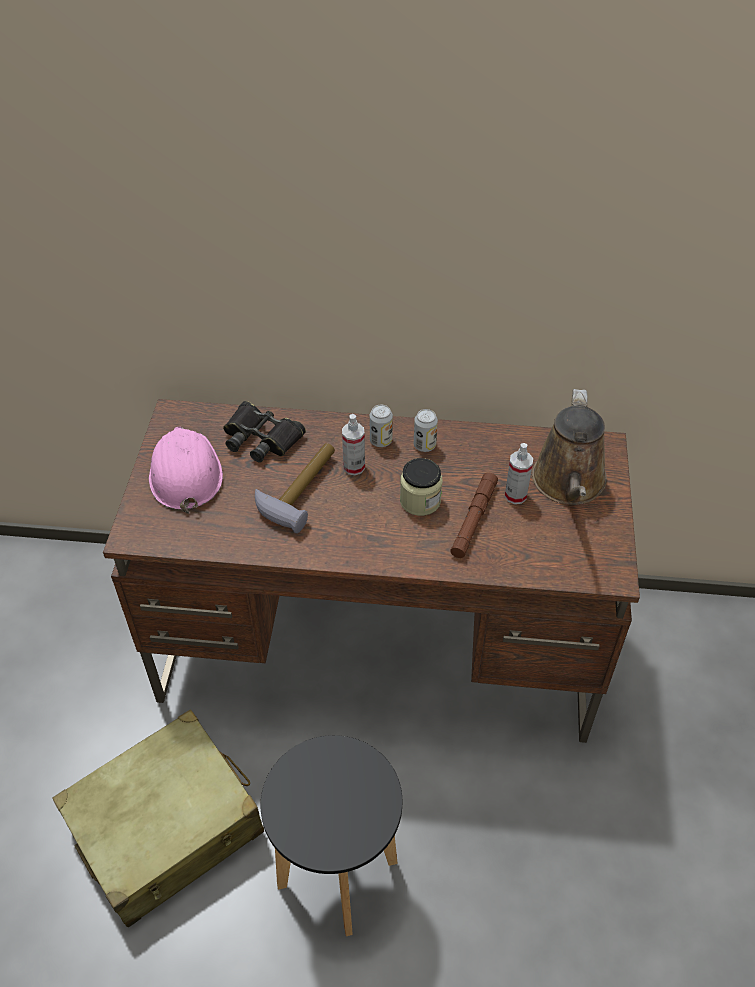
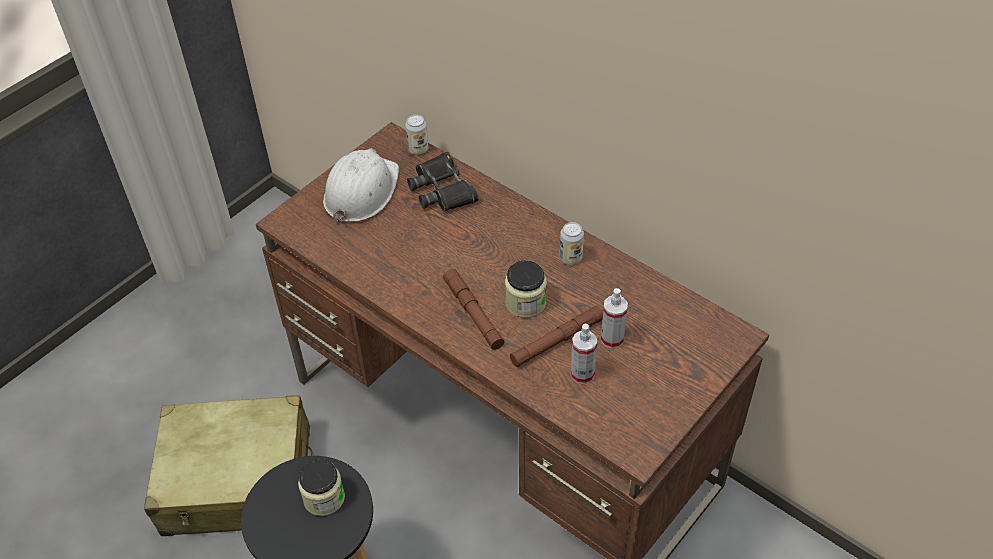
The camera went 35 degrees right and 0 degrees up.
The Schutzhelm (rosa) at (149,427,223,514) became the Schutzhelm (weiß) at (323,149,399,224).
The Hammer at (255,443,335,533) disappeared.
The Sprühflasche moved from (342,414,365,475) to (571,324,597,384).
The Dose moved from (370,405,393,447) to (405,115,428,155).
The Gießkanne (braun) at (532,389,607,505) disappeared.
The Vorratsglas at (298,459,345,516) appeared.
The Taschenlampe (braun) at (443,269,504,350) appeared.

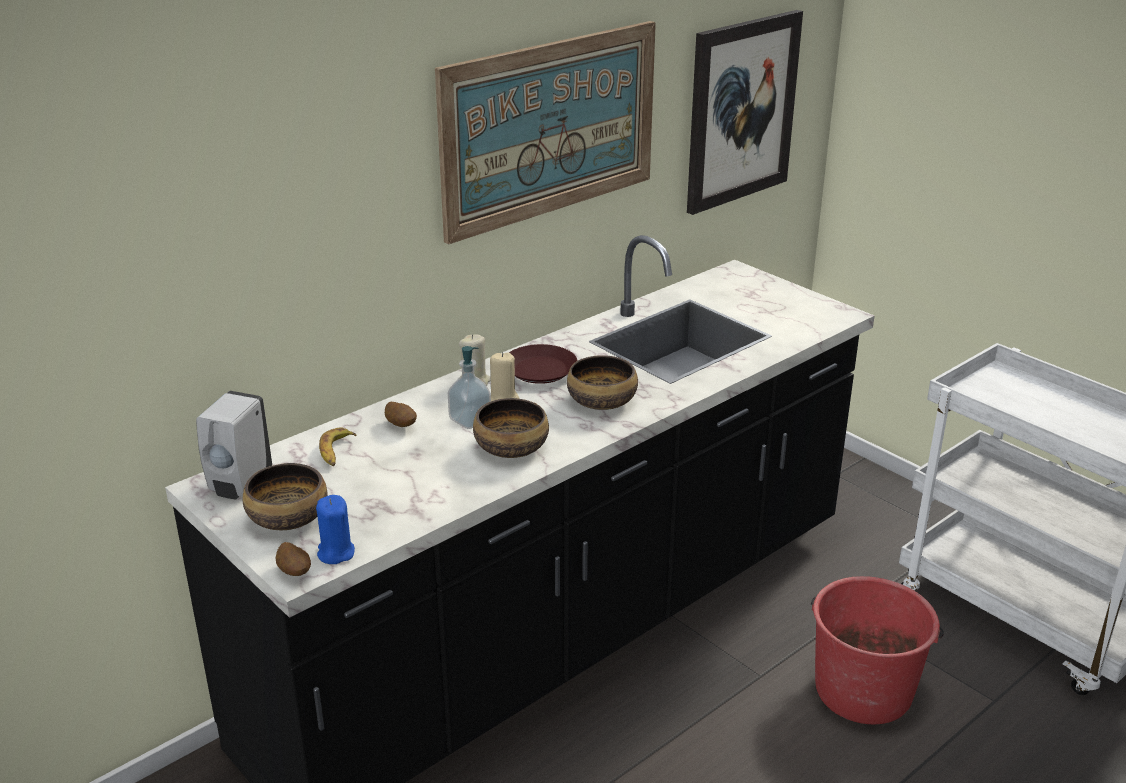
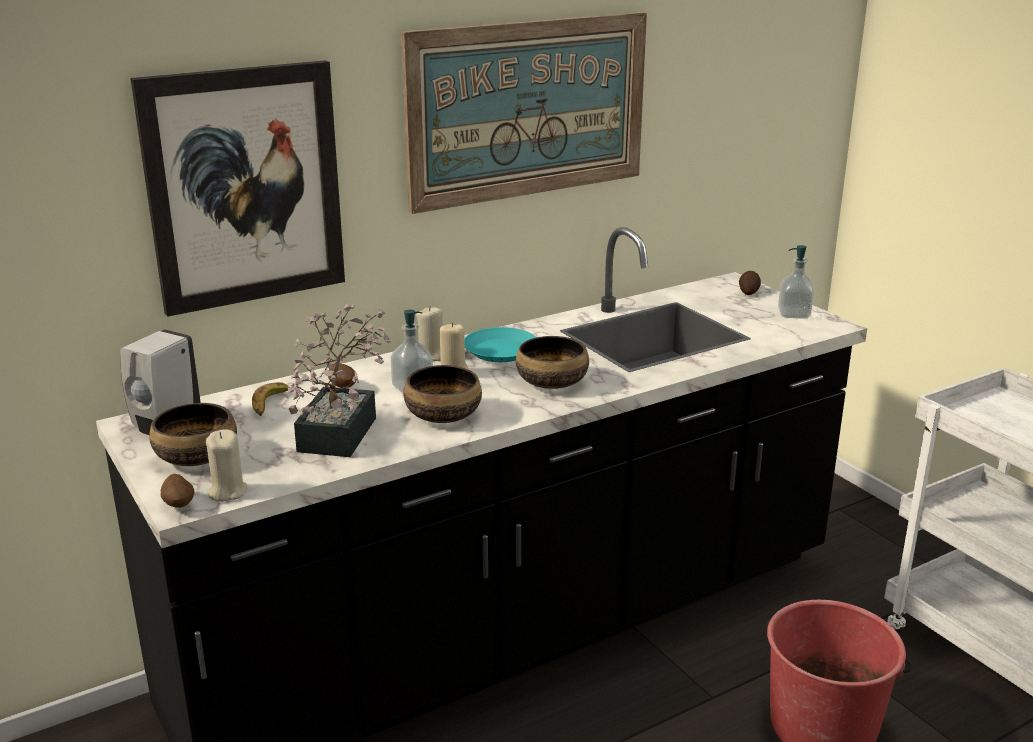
The camera went 10 degrees right and 5 degrees down.
The Kerze (blau) at (316,495,355,564) became the Kerze (beige) at (206,429,247,502).
The Teller (braun) at (509,344,578,384) became the Teller (türkis) at (465,327,536,362).
The Bild moved from (687,10,803,215) to (130,60,345,317).
The Topfpflanze at (288,303,390,457) appeared.
The Kartoffel at (739,271,761,295) appeared.
The Seifenspender at (778,245,814,319) appeared.

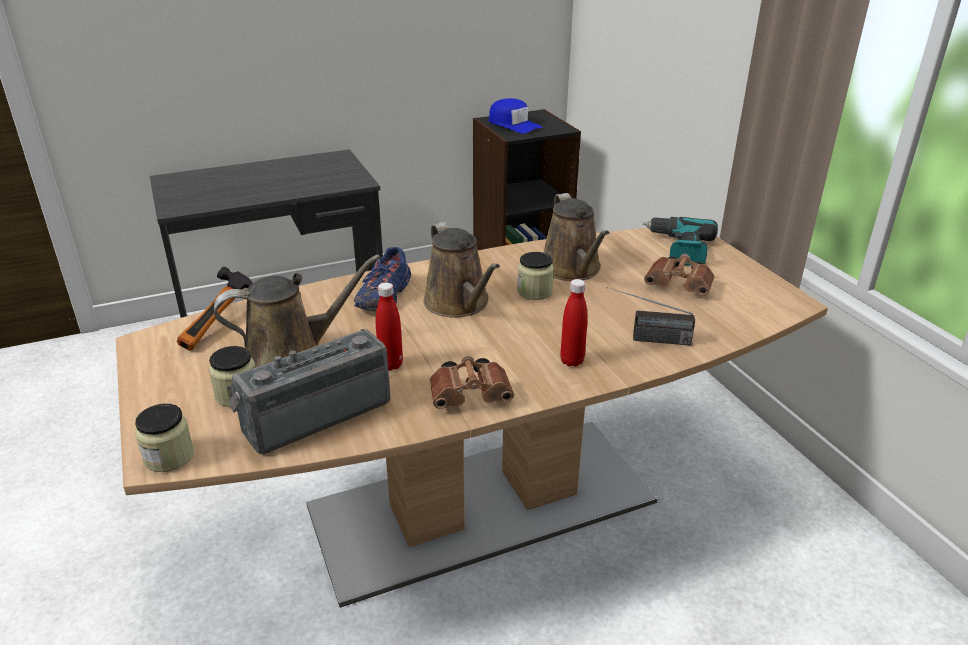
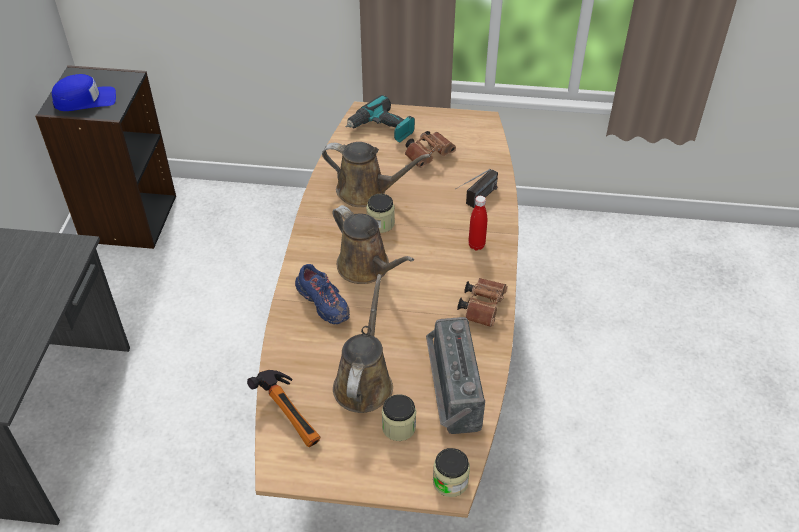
The camera went 60 degrees left and 15 degrees up.
The Flasche (rot) at (376,283,403,371) disappeared.
The Gießkanne (braun) at (423,222,500,317) turned 45 degrees clockwise.

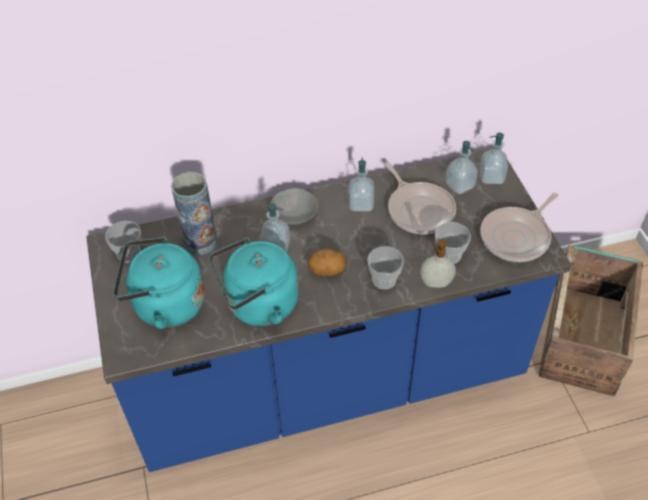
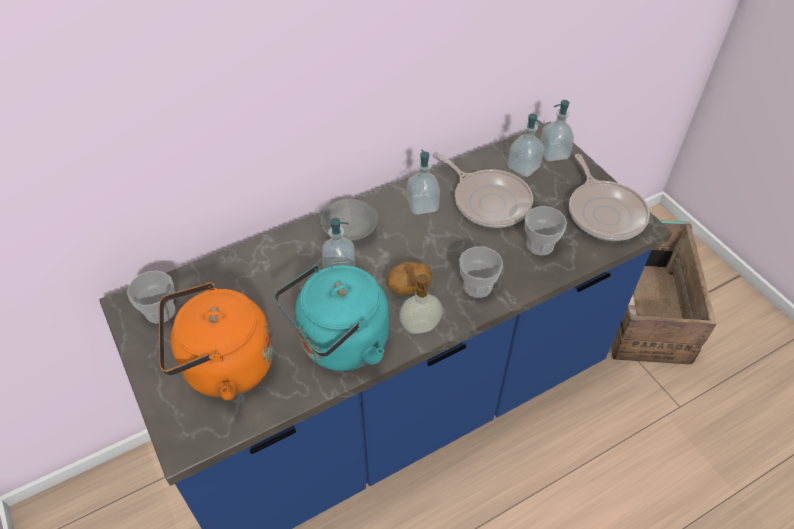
The camera went 15 degrees left and 0 degrees up.
The Wasserkessel (türkis) at (113,237,205,329) became the Wasserkessel (orange) at (159,282,273,400).
The Vase at (171,172,217,255) disappeared.
The Seifenspender moved from (420,239,456,288) to (399,274,443,334).
The Pfanne at (480,193,558,262) turned 45 degrees counterclockwise.

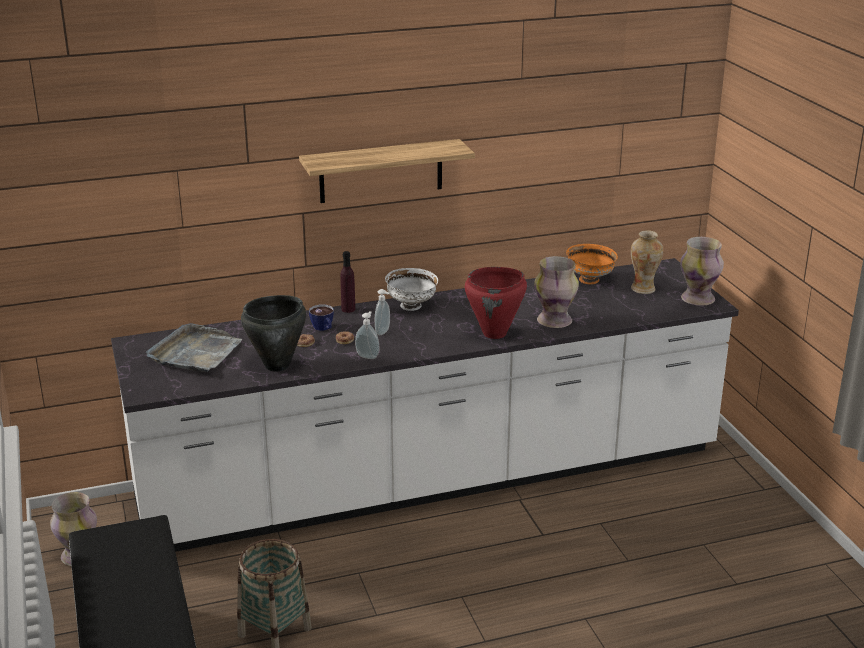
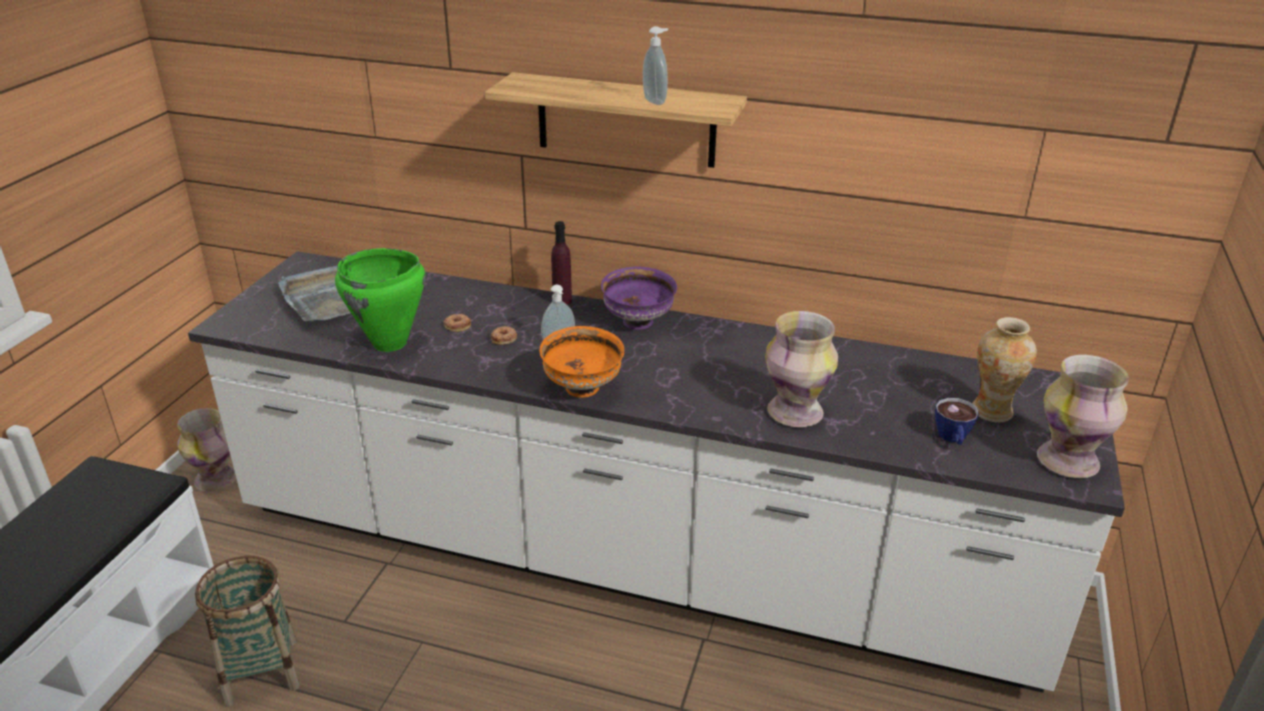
The camera went 35 degrees right and 5 degrees up.
The Kochtopf (schwarz) at (241,295,306,371) became the Kochtopf (grün) at (335,248,425,352).
The Tasse moved from (309,305,334,331) to (935,398,979,445).
The Seifenspender moved from (355,311,379,359) to (643,26,668,105).
The Schüssel (weiß) at (385,268,438,311) became the Schüssel (lila) at (601,267,677,330).
The Kochtopf (rot) at (465,267,527,339) disappeared.
The Schüssel (orange) moved from (566,244,618,284) to (540,326,624,398).

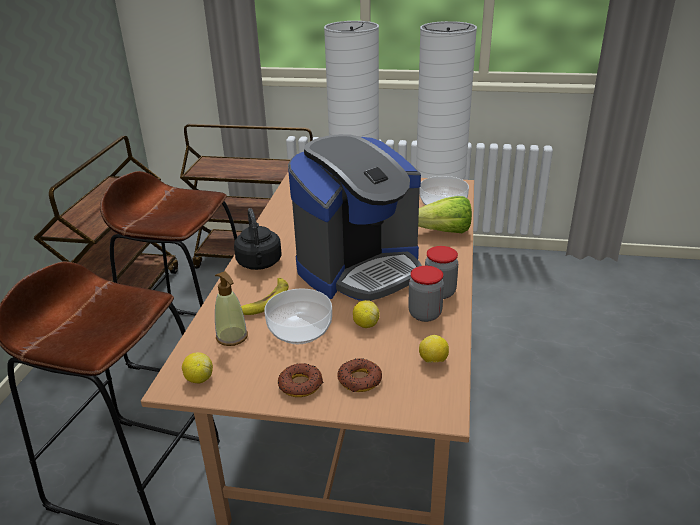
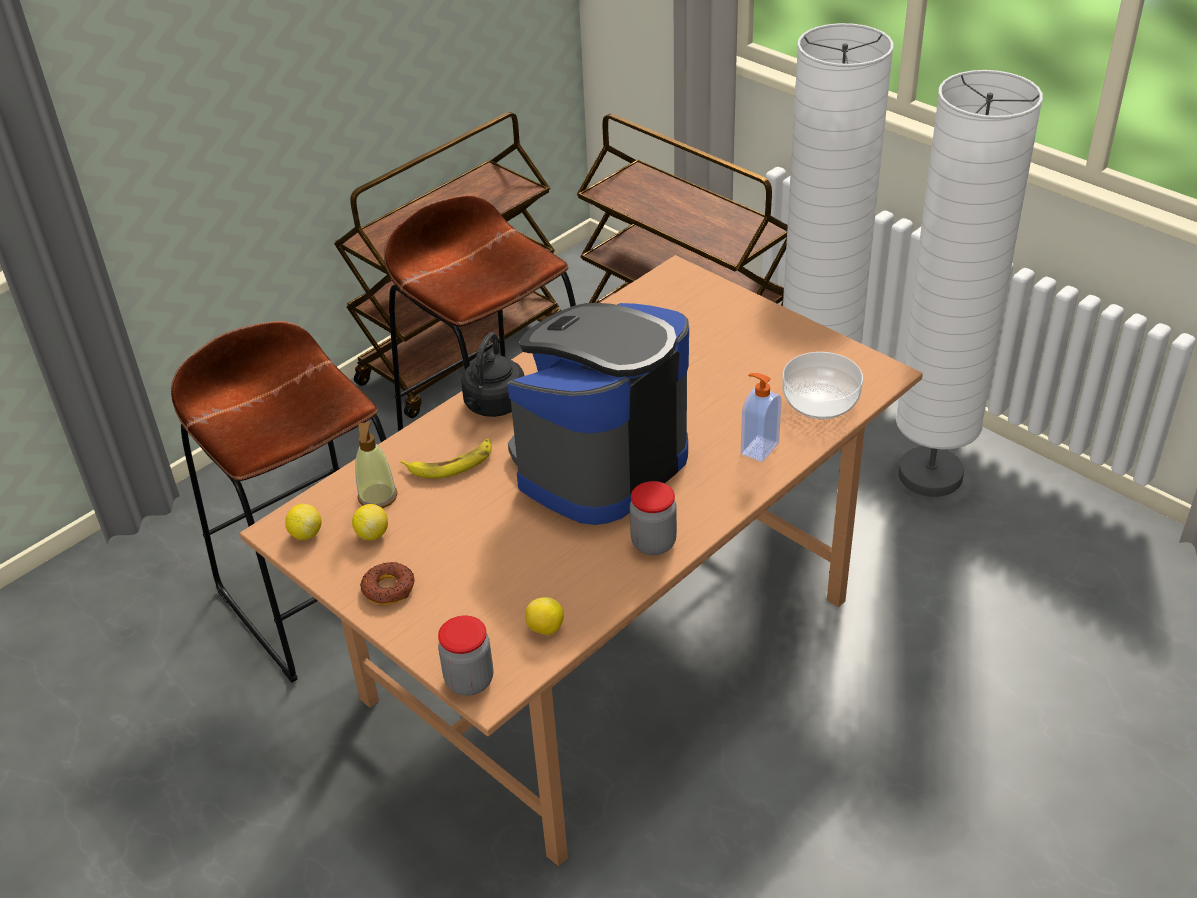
The camera went 35 degrees right and 10 degrees up.
The Schüssel at (264,288,332,344) disappeared.
The Kaffeemaschine at (288,134,422,301) turned 135 degrees clockwise.
The Donut at (337,358,382,392) disappeared.
The Zitrone moved from (353,300,380,328) to (352,504,388,540).
The Vorratsglas moved from (408,266,444,322) to (438,615,493,696).
The Salatkopf at (418,196,472,233) was replaced by the Seifenspender at (741,373,782,462).

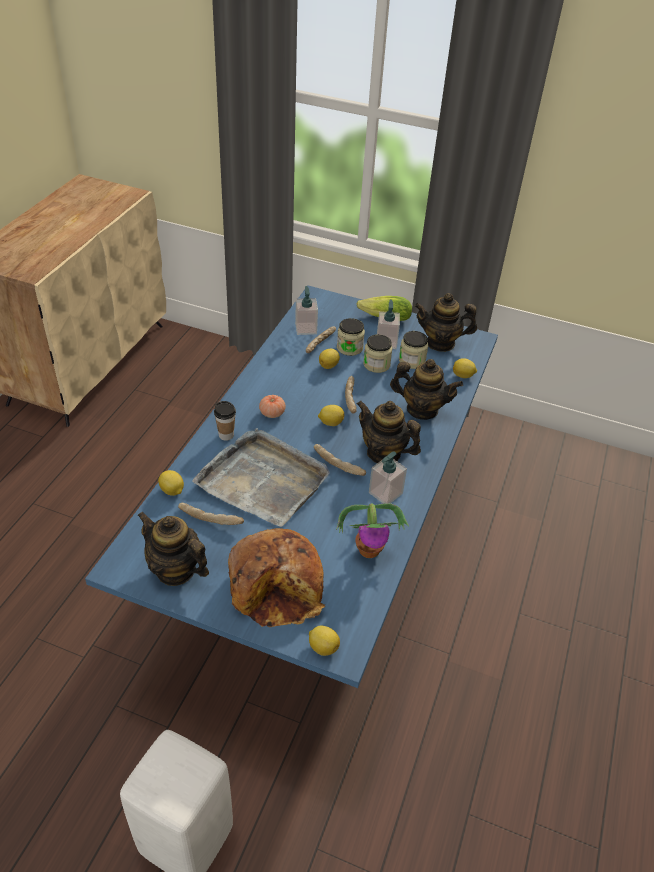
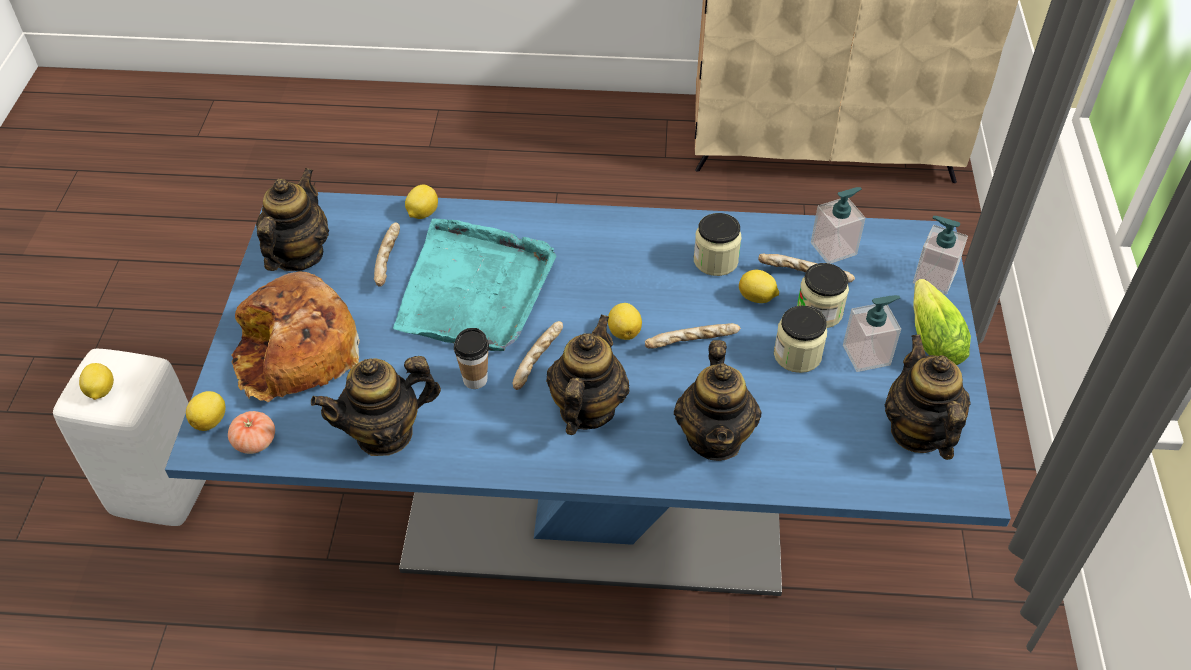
The camera went 75 degrees right and 5 degrees up.
The Tablett (grau) at (192,428,330,527) became the Tablett (türkis) at (393,219,556,351).
The Tasse moved from (214,401,236,441) to (454,328,489,389).
The Tomate moved from (259,395,286,418) to (228,411,275,454).
The Topfpflanze at (336,503,409,558) was replaced by the Teekanne at (311,356,441,456).
The Seifenspender moved from (369,451,407,504) to (913,216,968,295).
The Vorratsglas moved from (399,331,428,369) to (694,213,741,276).
The Zitrone moved from (453,358,477,378) to (79,363,114,400).

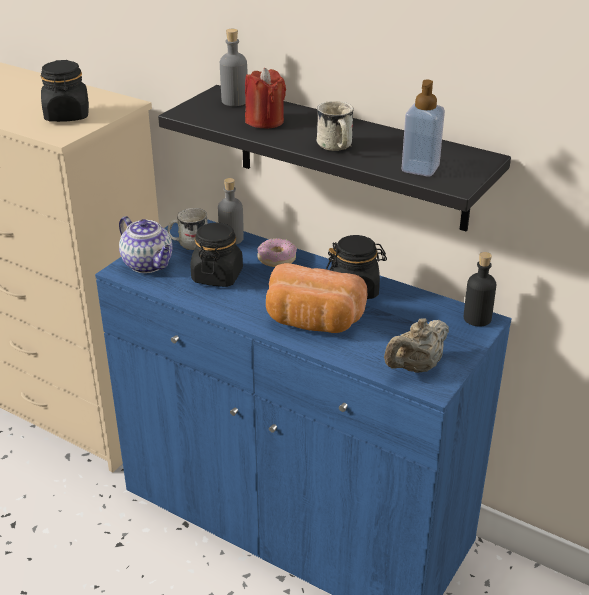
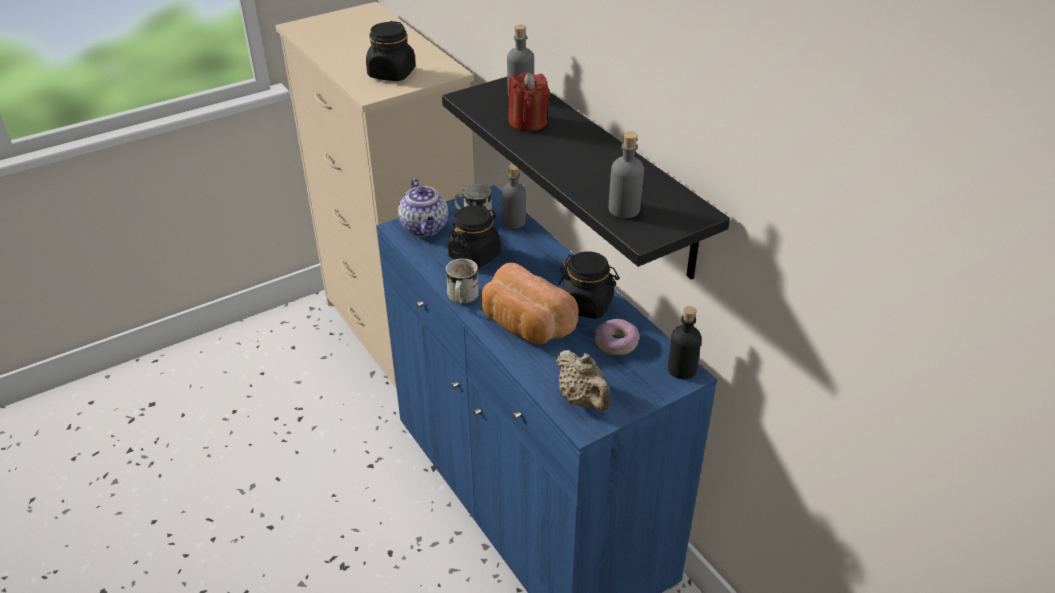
The camera went 25 degrees right and 5 degrees up.
The Donut moved from (257,238,297,267) to (595,319,640,355).
The Henkelbecher (weiß) moved from (317,101,354,151) to (446,258,479,304).
The Teekanne (beige) at (384,318,449,373) turned 105 degrees counterclockwise.
The Seifenspender at (402,80,445,177) was replaced by the Flasche (grau) at (609,131,644,218).

